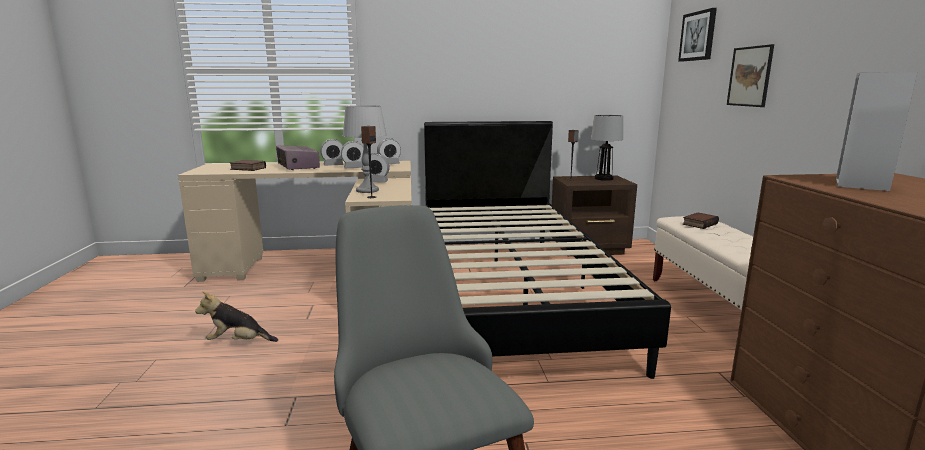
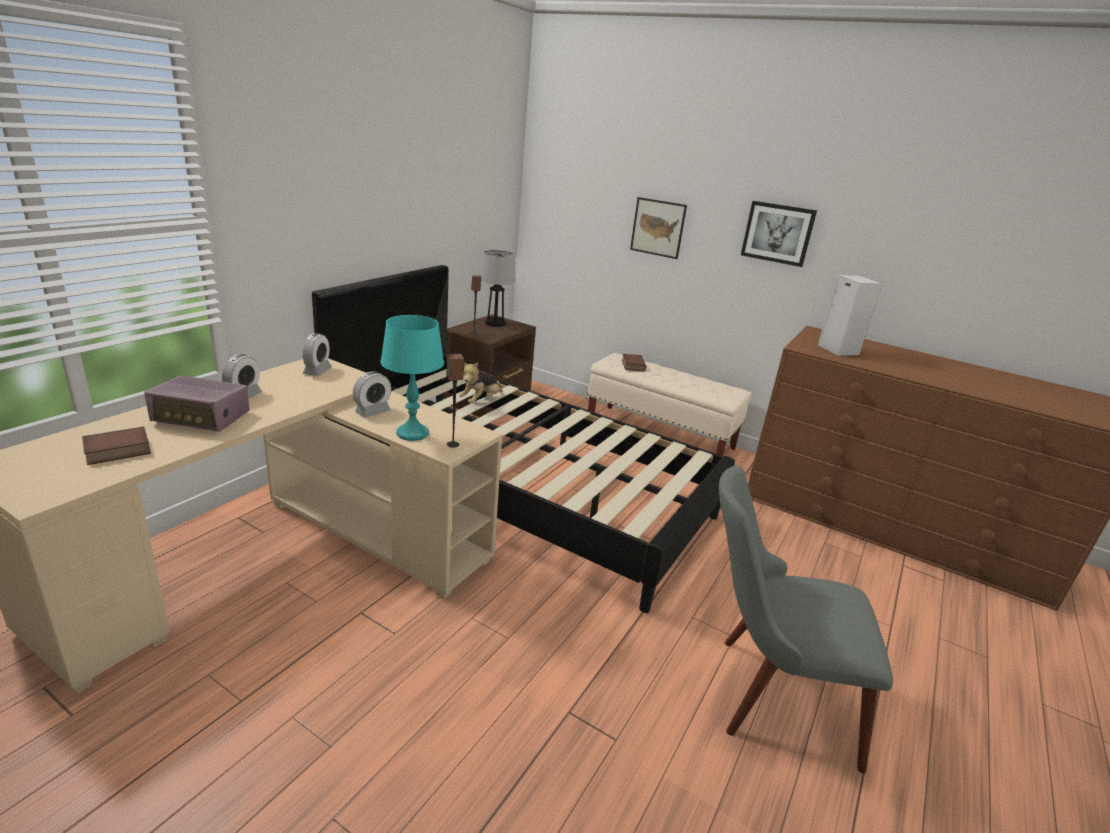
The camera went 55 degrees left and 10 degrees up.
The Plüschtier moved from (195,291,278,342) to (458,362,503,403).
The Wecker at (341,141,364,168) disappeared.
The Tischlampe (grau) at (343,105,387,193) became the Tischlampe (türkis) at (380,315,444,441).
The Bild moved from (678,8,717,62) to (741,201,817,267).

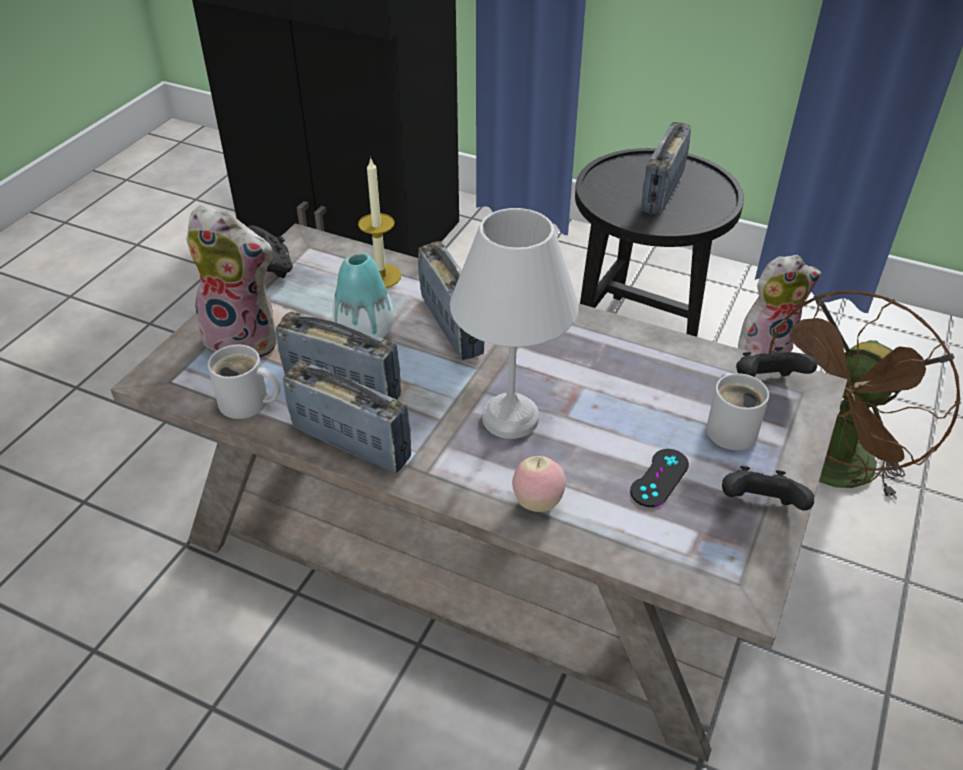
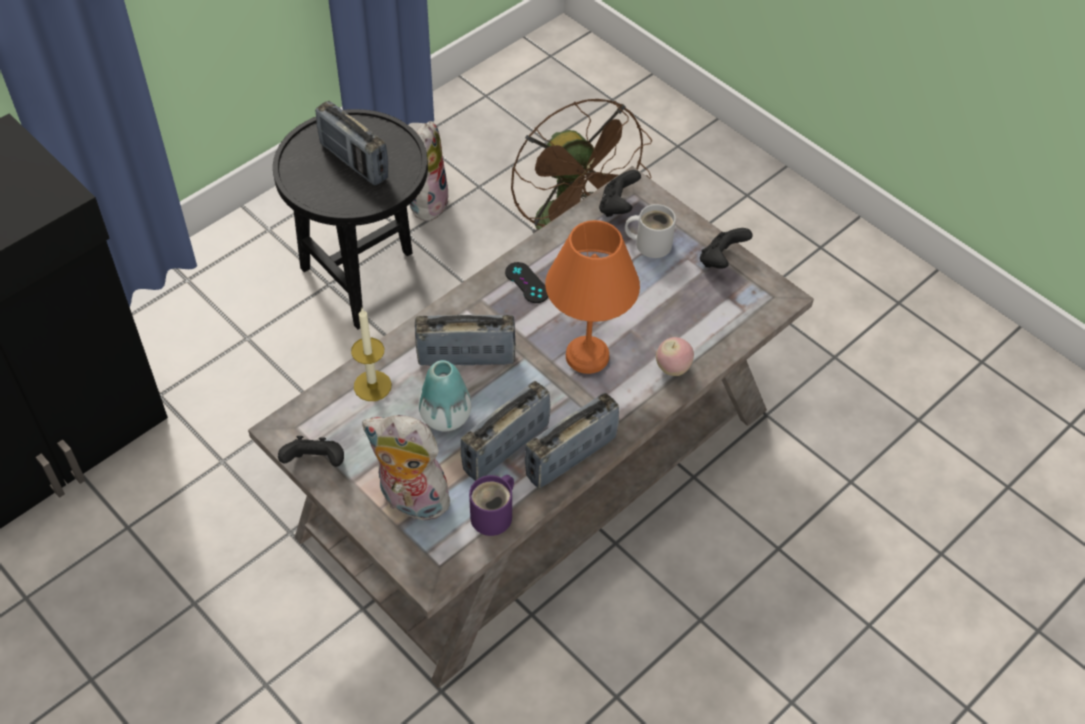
The camera went 70 degrees left and 10 degrees up.
The Plüschtier at (186,205,277,358) turned 105 degrees counterclockwise.
The Henkelbecher (weiß) at (208,345,281,419) became the Henkelbecher (lila) at (469,475,514,536).
The Tischlampe (weiß) at (450,208,579,439) became the Tischlampe (orange) at (545,220,640,374).
The Gamepad (schwarz) moved from (630,449,689,507) to (505,262,548,303).

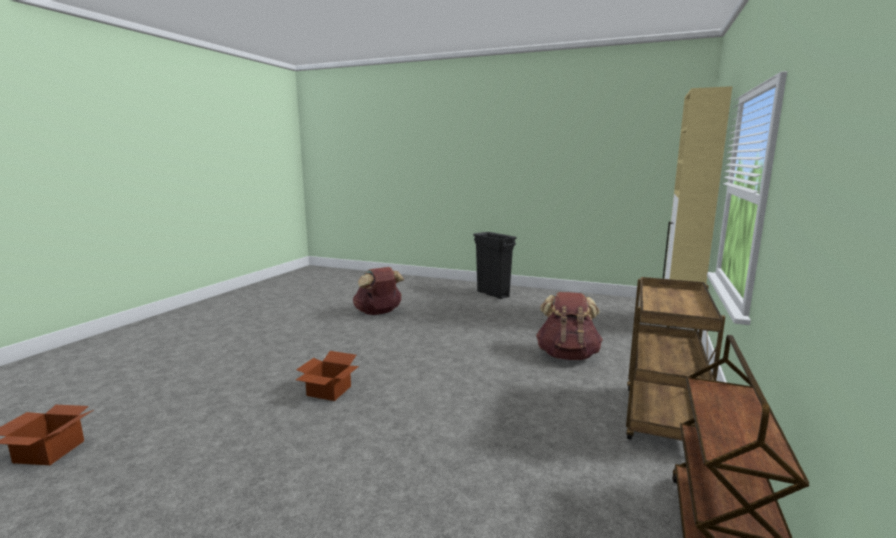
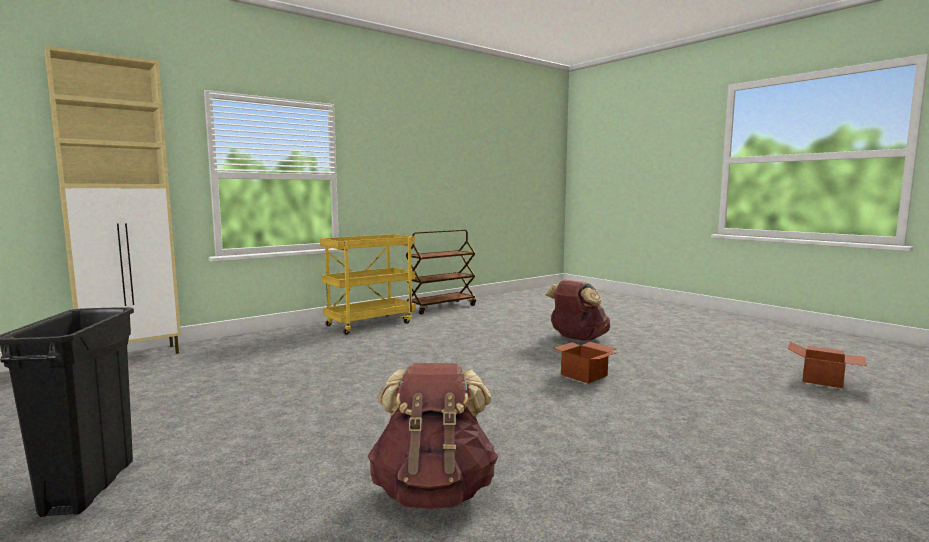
The camera went 150 degrees left and 5 degrees down.
The Rucksack (braun) moved from (536,292,603,360) to (546,280,610,340).
The Rollwagen (braun) at (626,277,725,441) became the Rollwagen (gelb) at (320,234,416,335).

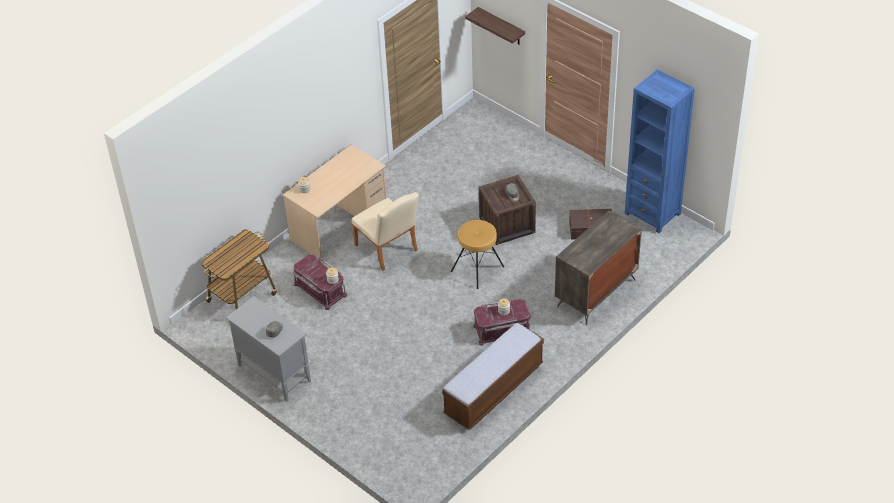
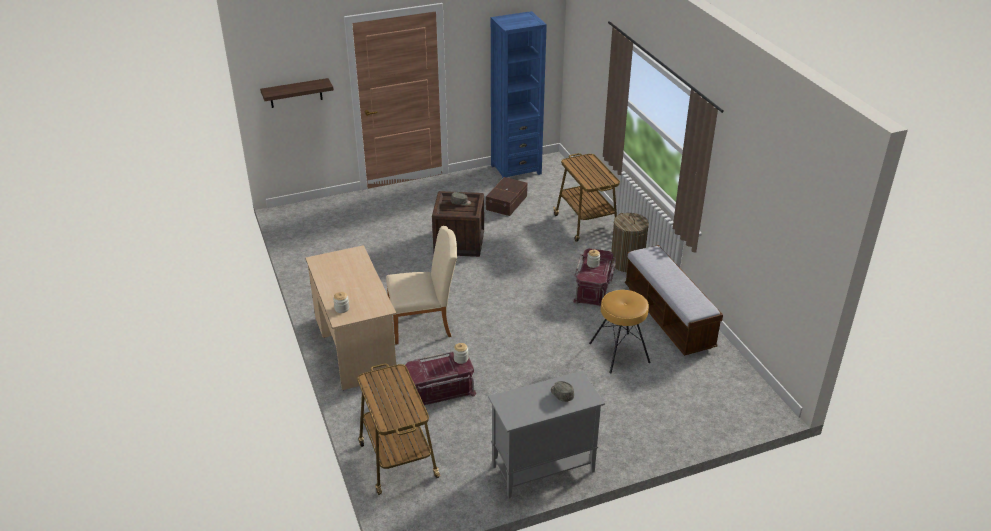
The camera went 65 degrees left and 10 degrees down.
The Hocker (braun) moved from (451,220,504,289) to (589,290,651,374).
The Kommode at (555,210,642,325) was replaced by the Rollwagen at (553,153,620,242).
The Wäschekorb at (611,213,649,272) appeared.

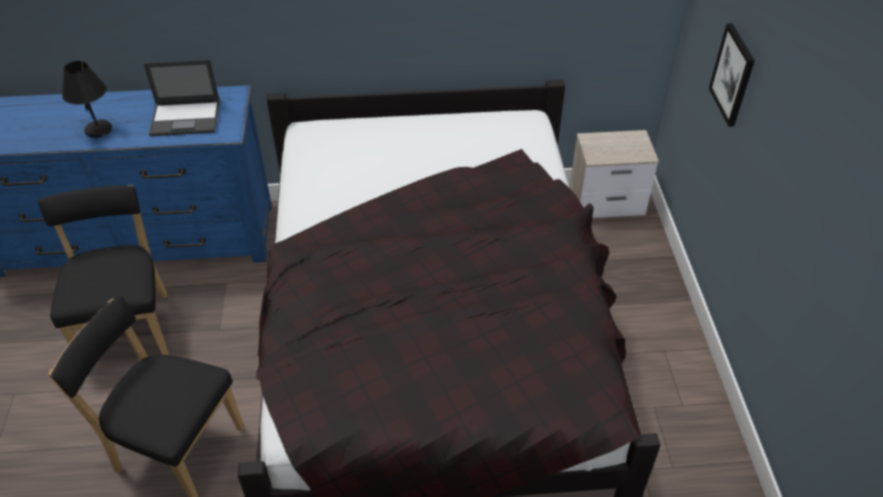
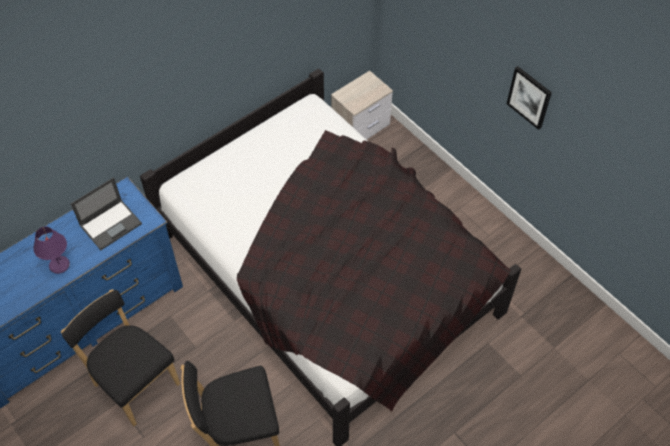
The camera went 35 degrees left and 10 degrees up.
The Tischlampe (schwarz) at (62,61,112,138) became the Tischlampe (lila) at (33,227,70,274).
The Bild moved from (709,23,755,127) to (507,66,552,130).

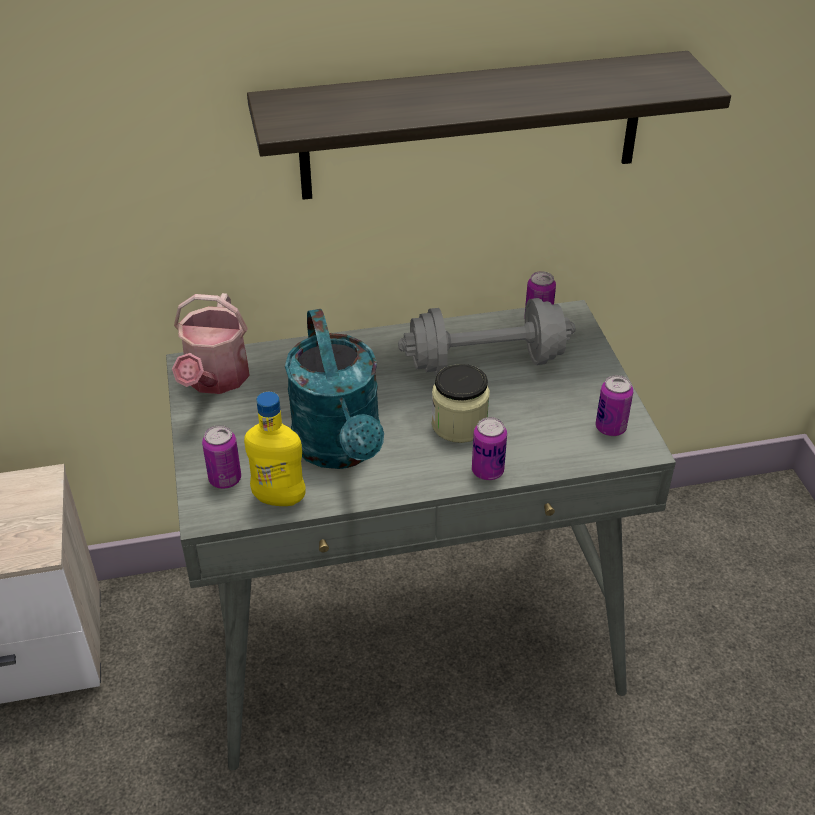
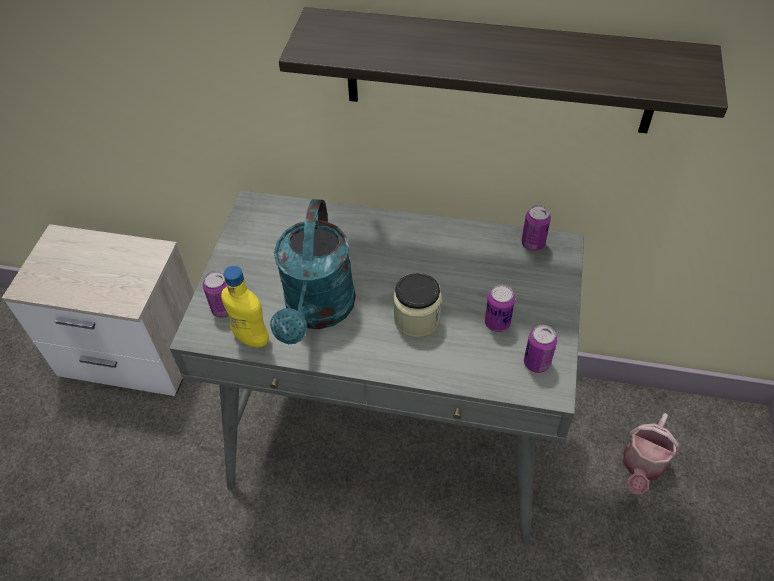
The camera went 25 degrees right and 10 degrees up.
The Gießkanne moved from (172,293,250,394) to (623,413,679,495).
The Hantel (grau) at (398,298,576,375) disappeared.
The Dose moved from (472,417,507,480) to (485,285,515,332).

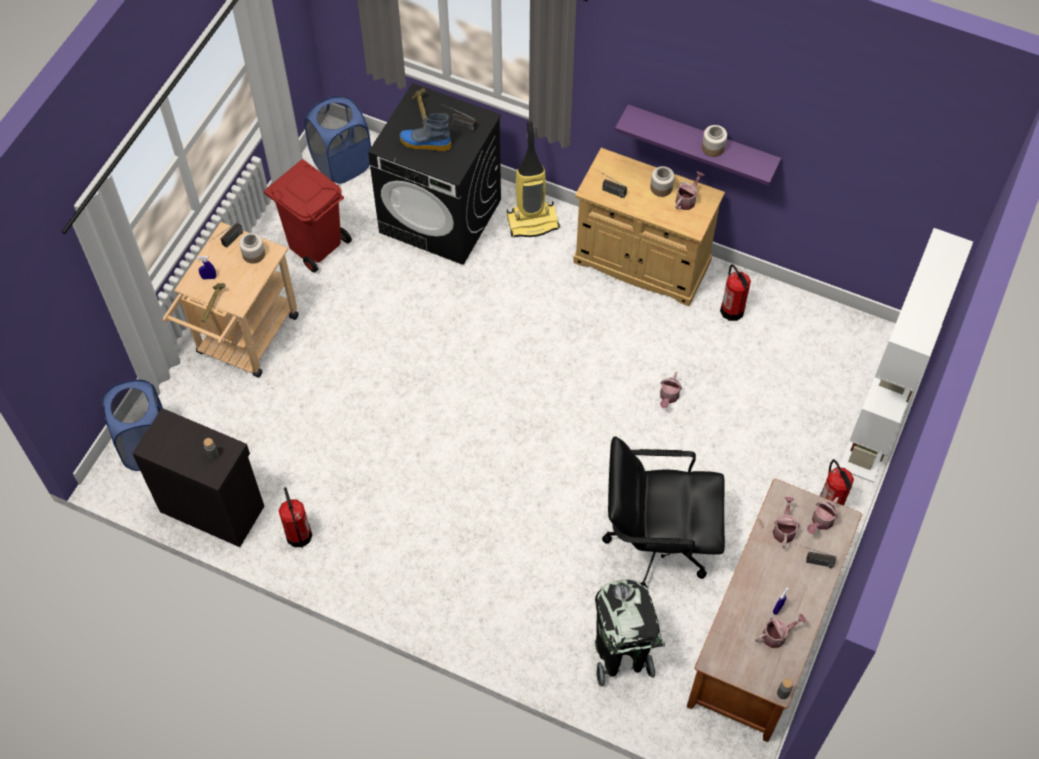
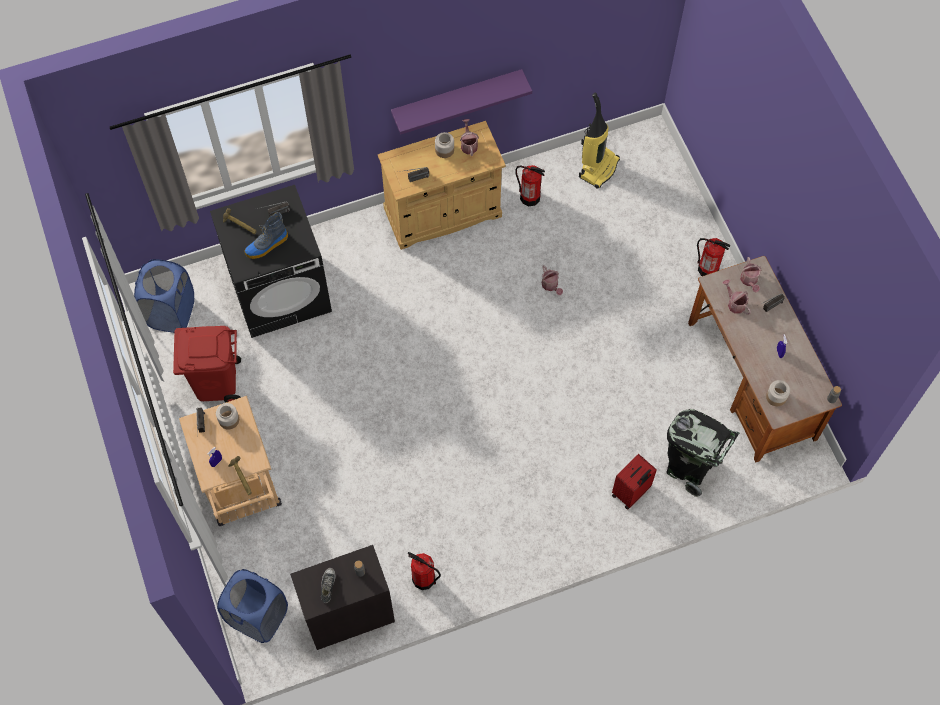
The camera went 45 degrees left and 5 degrees up.
The Staubsauger moved from (507,121,560,237) to (579,93,620,189).
The Bürostuhl (schwarz) at (602,436,725,588) disappeared.
The Vorratsglas moved from (702,125,727,157) to (766,380,790,406).
The Gießkanne at (755,614,806,648) disappeared.
The Bücherregal (weiß) at (839,228,973,482) disappeared.
The Schuh at (321,568,335,603) appeared.
The Koffer (rot) at (612,454,657,509) appeared.

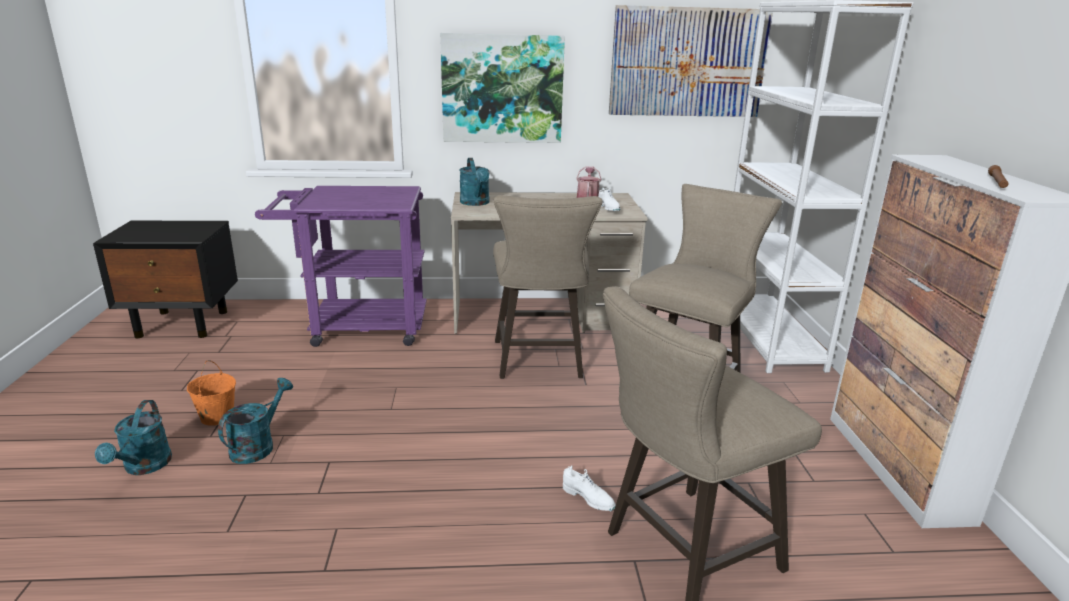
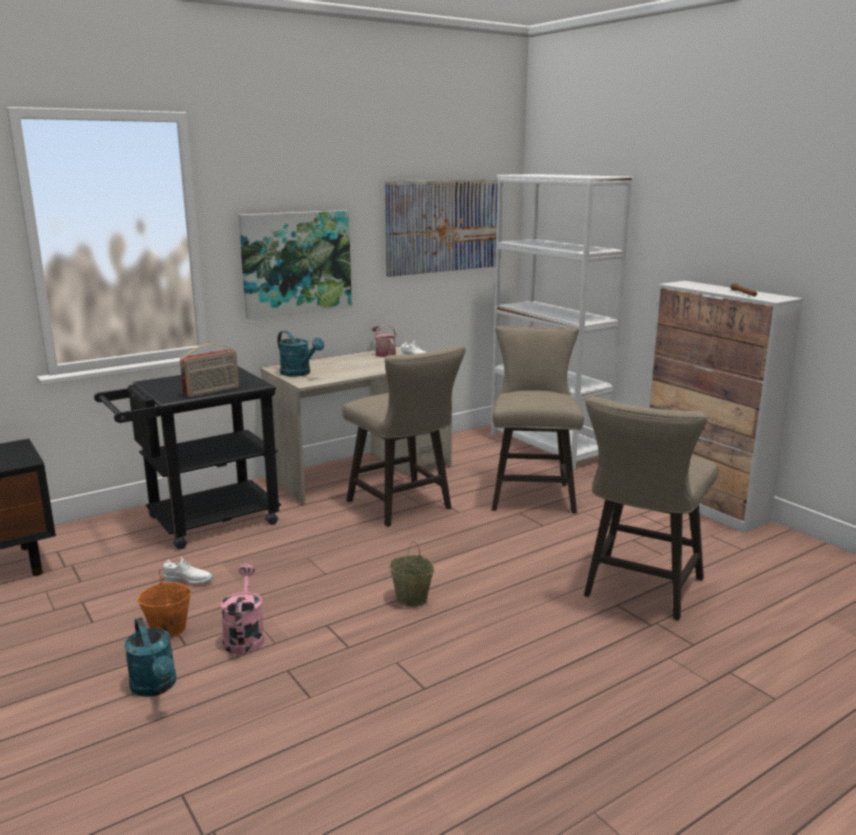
The camera went 30 degrees left and 5 degrees down.
The Gießkanne (türkis) at (218,378,293,464) became the Gießkanne (rosa) at (221,564,265,654).
The Rollwagen (lila) at (255,186,427,347) became the Rollwagen (schwarz) at (94,366,281,549).
The Schuh (weiß) moved from (563,466,616,511) to (163,557,213,584).
The Radio at (180,344,239,397) appeared.
The Eimer (beige) at (389,541,434,607) appeared.

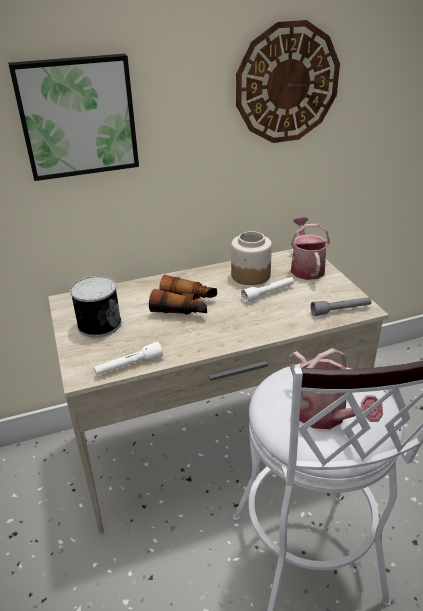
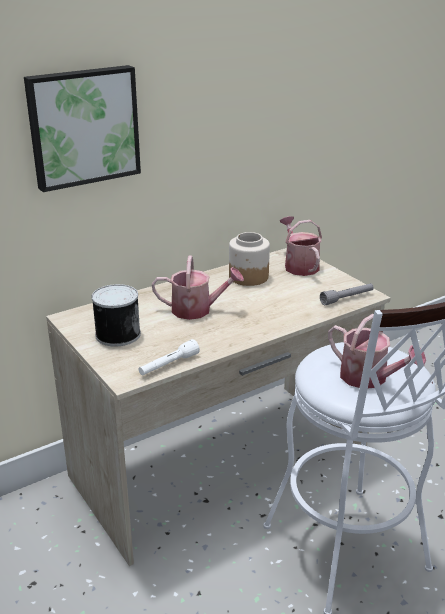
The camera went 15 degrees left and 5 degrees down.
The Fernglas at (149,275,217,314) was replaced by the Gießkanne at (152,256,244,320).
The Wanduhr at (236,20,340,143) disappeared.
The Taschenlampe (weiß) at (241,277,294,303) disappeared.

